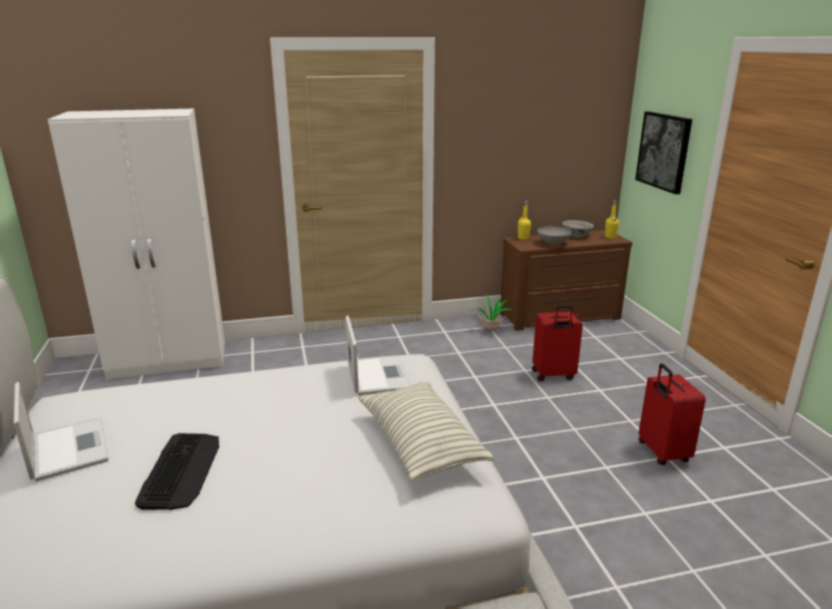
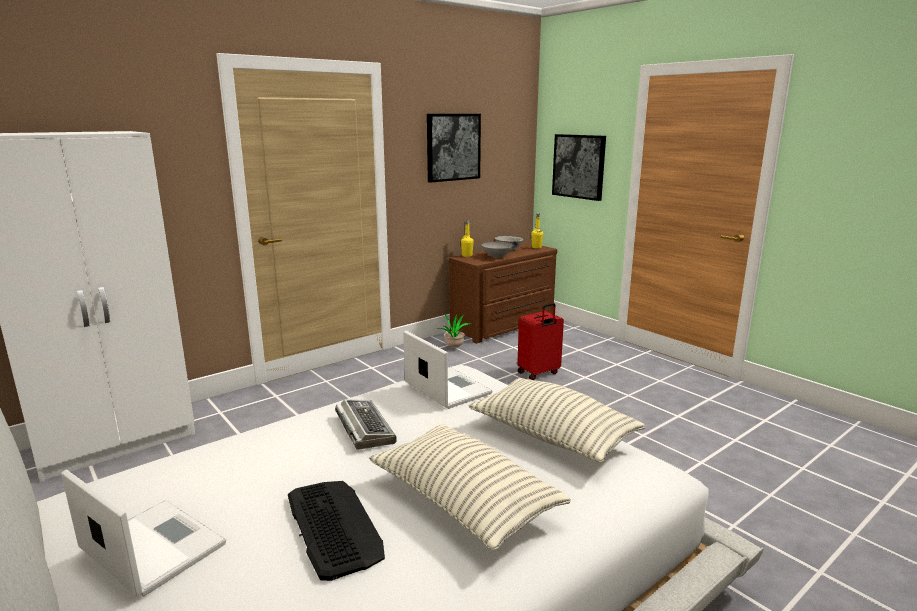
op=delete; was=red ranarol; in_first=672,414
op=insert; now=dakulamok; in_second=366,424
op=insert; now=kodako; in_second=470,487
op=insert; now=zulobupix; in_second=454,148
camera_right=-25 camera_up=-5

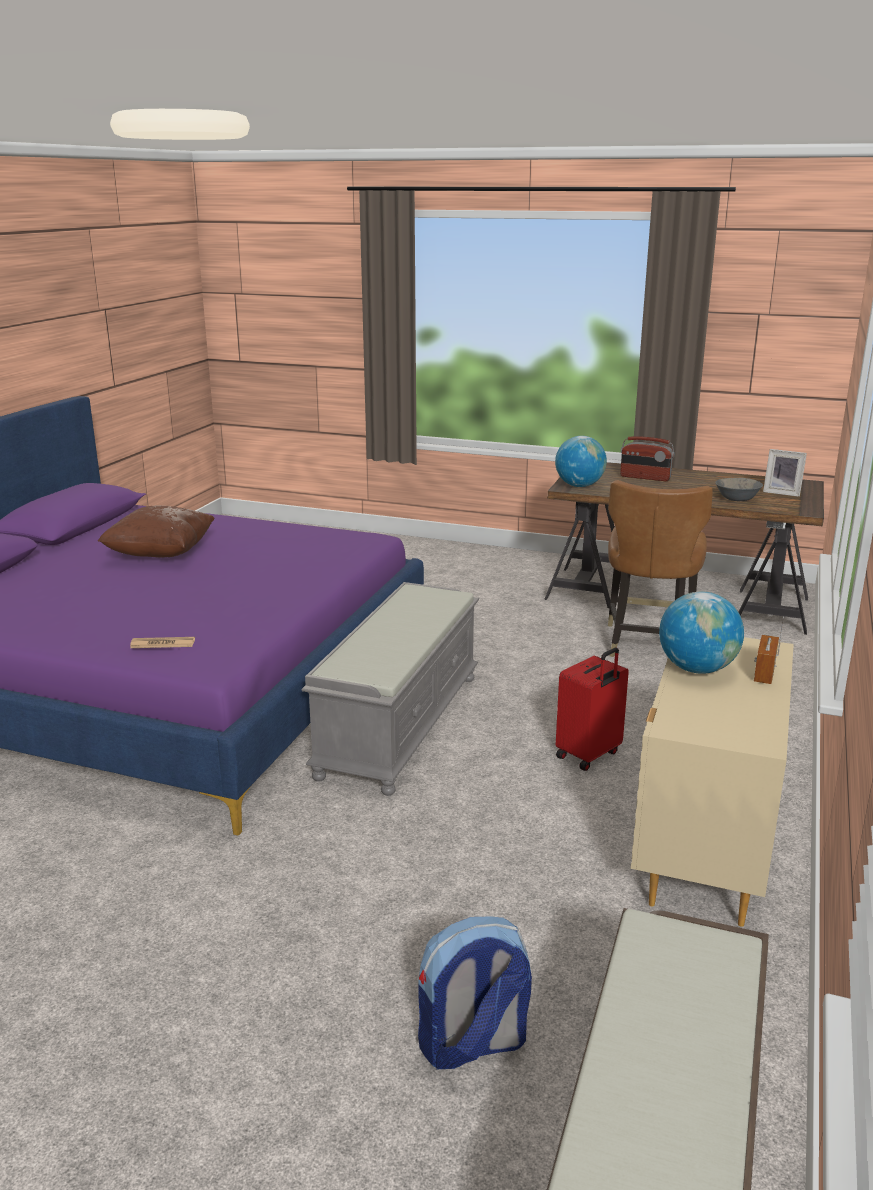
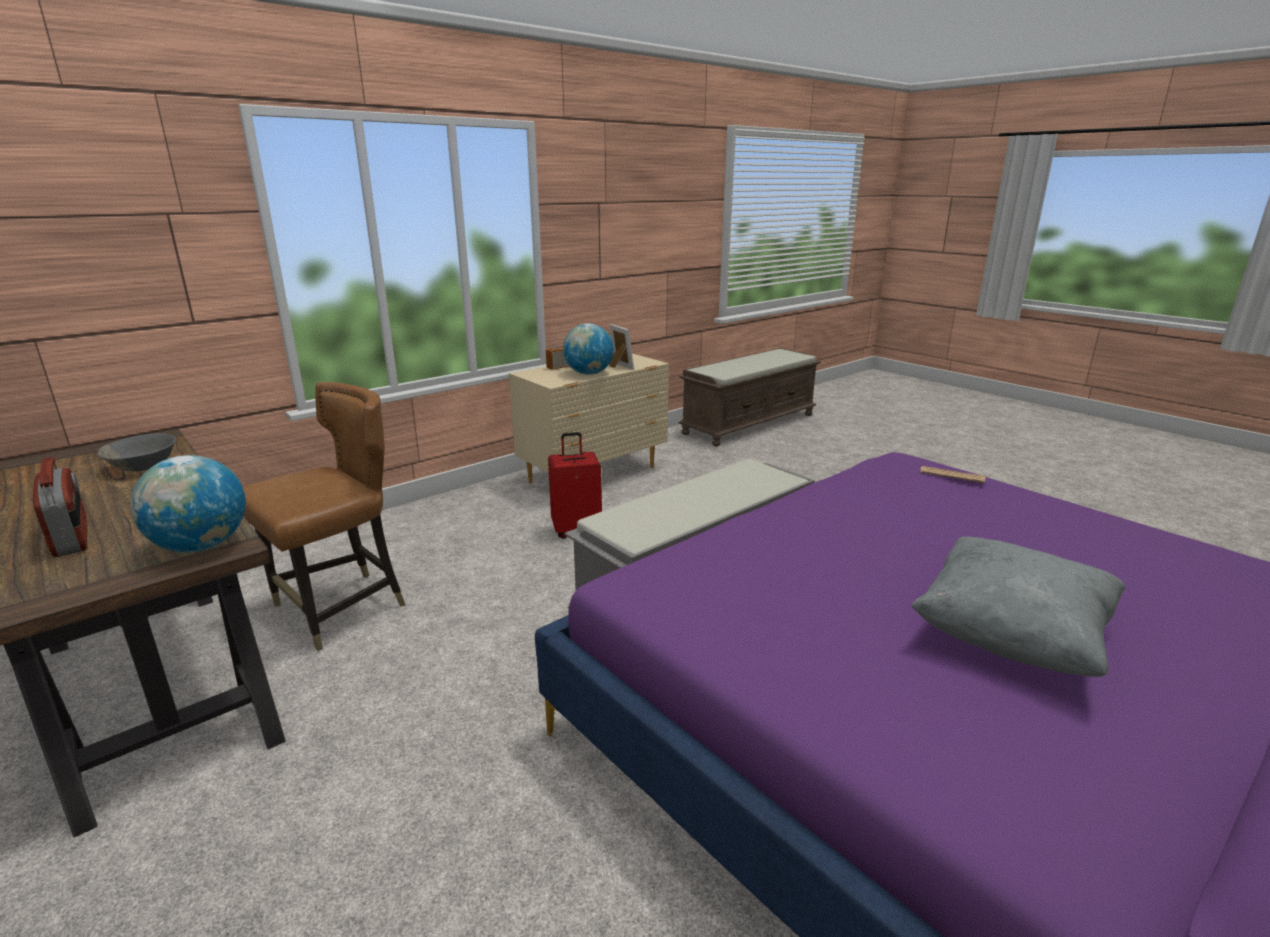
op=delete; was=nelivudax; in_first=475,992
op=move; was=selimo; in_first=785,473; in_second=621,346
op=recolor; was=brown kodako; now=grey kodako; in_first=156,531; in_second=1018,606
camera_right=-150 camera_up=0

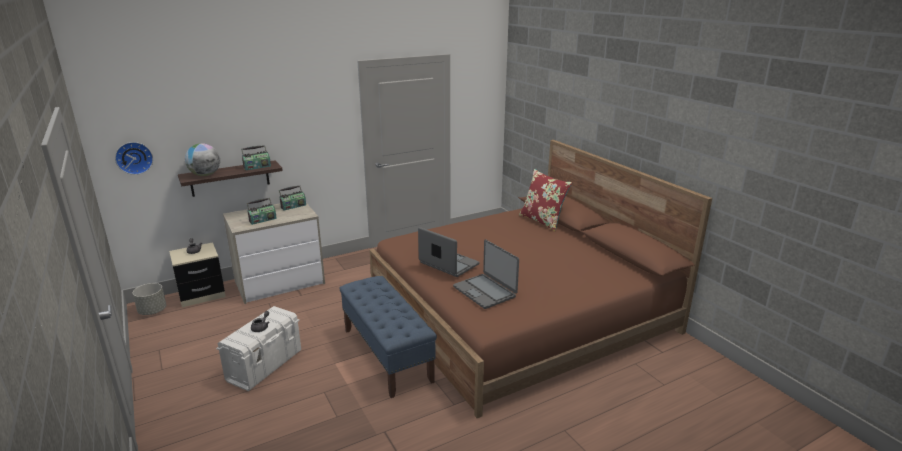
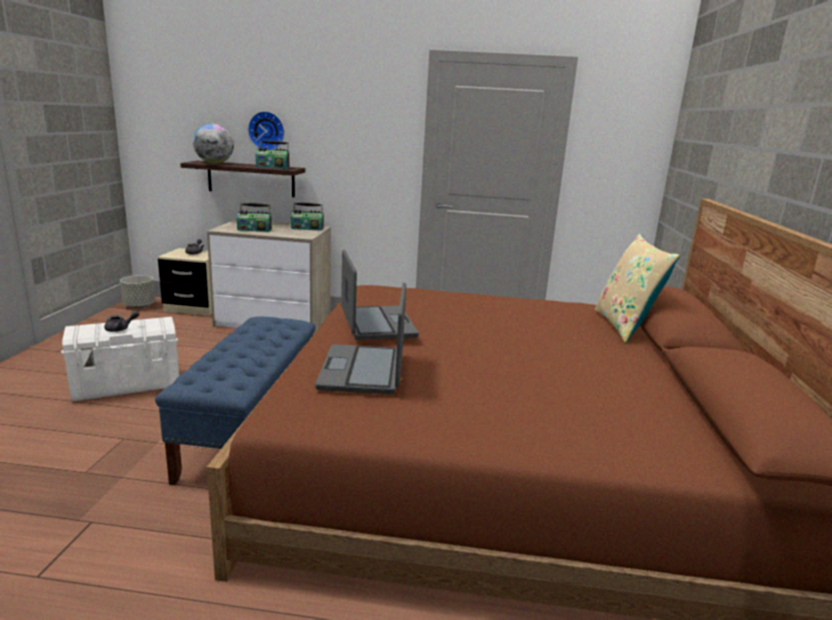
op=move; was=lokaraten; in_first=134,158; in_second=266,130
op=recolor; was=red kodako; now=beige kodako; in_first=545,200; in_second=637,288
camera_right=35 camera_up=-5

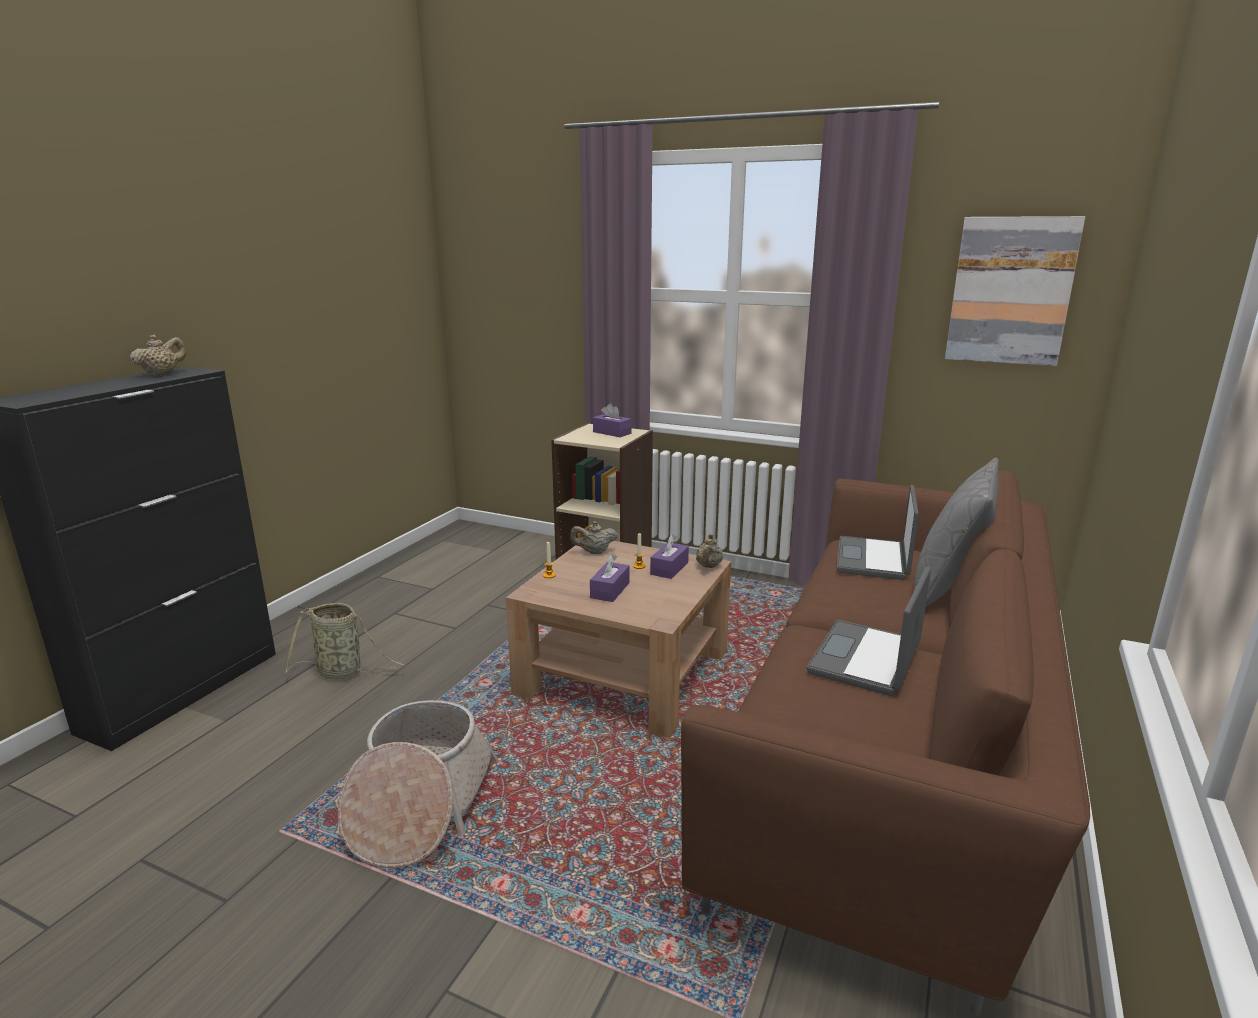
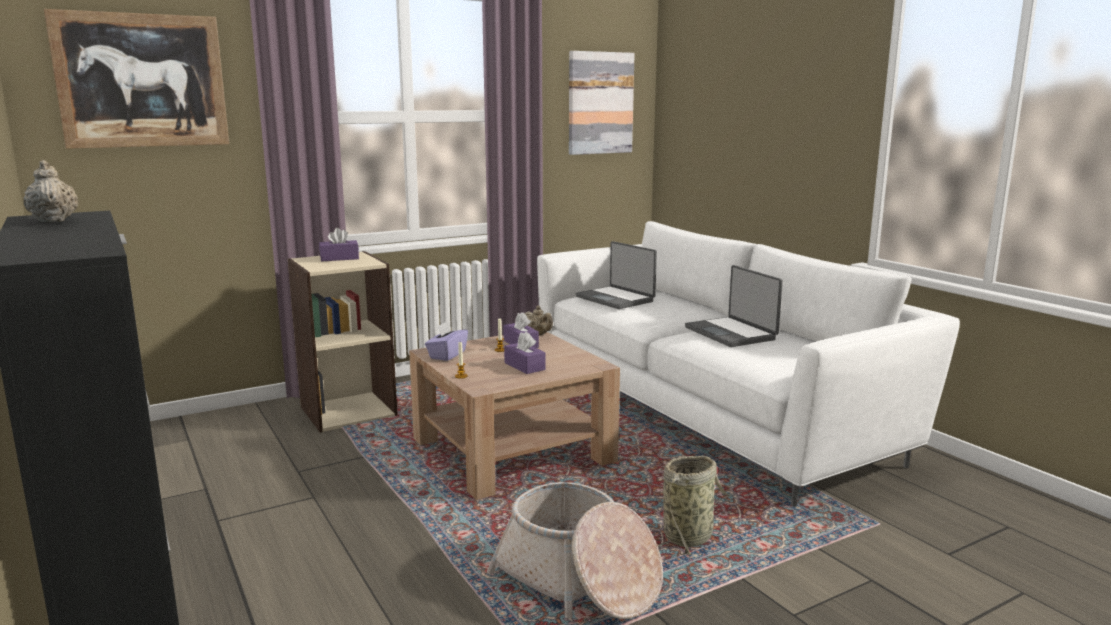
op=delete; was=grey kodako; in_first=956,533
op=insert; now=zulobupix; in_second=136,79
op=move; was=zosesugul; in_first=345,641; in_second=694,506
op=replace; was=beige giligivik; now=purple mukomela; in_first=594,537; in_second=446,341
op=recolor; was=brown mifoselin; now=white mifoselin; in_first=885,744; in_second=748,364
camera_right=-55 camera_up=-5

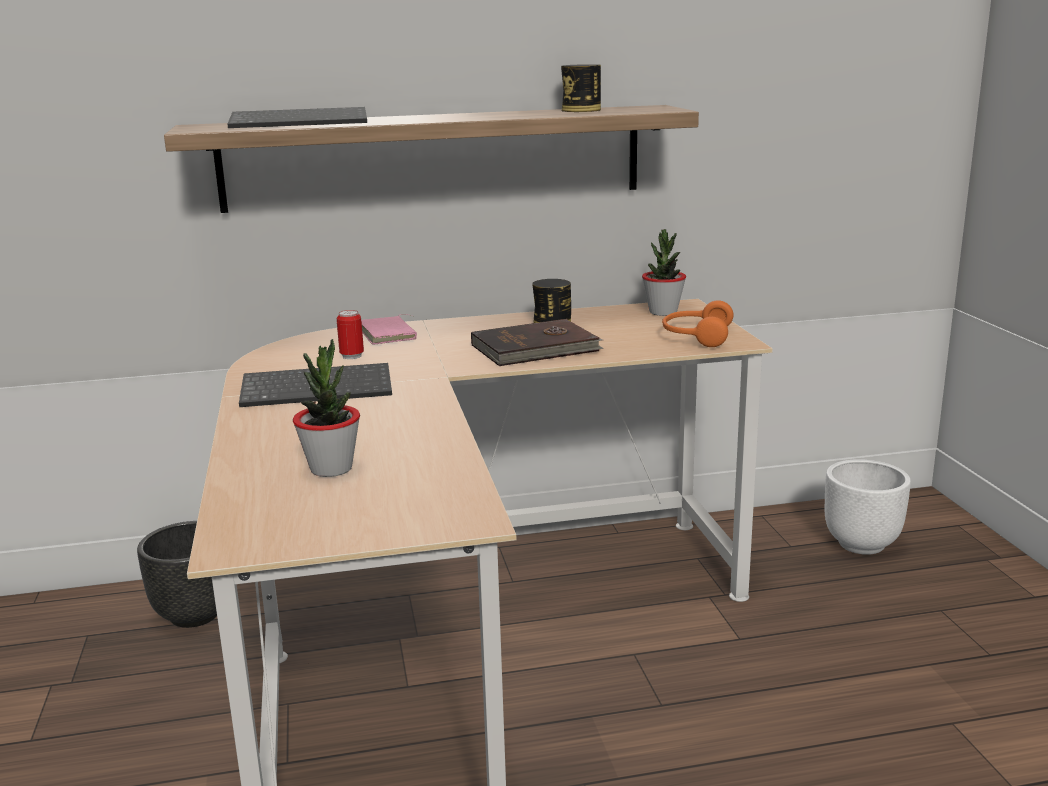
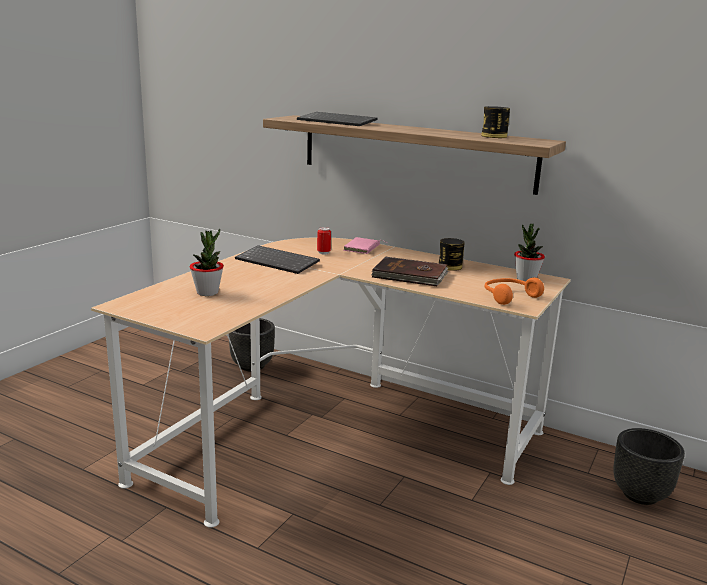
op=recolor; was=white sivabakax; now=black sivabakax; in_first=868,507; in_second=649,466
camera_right=40 camera_up=0

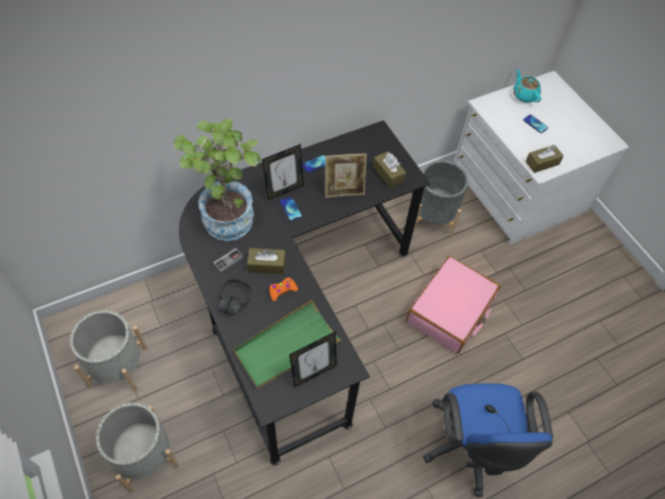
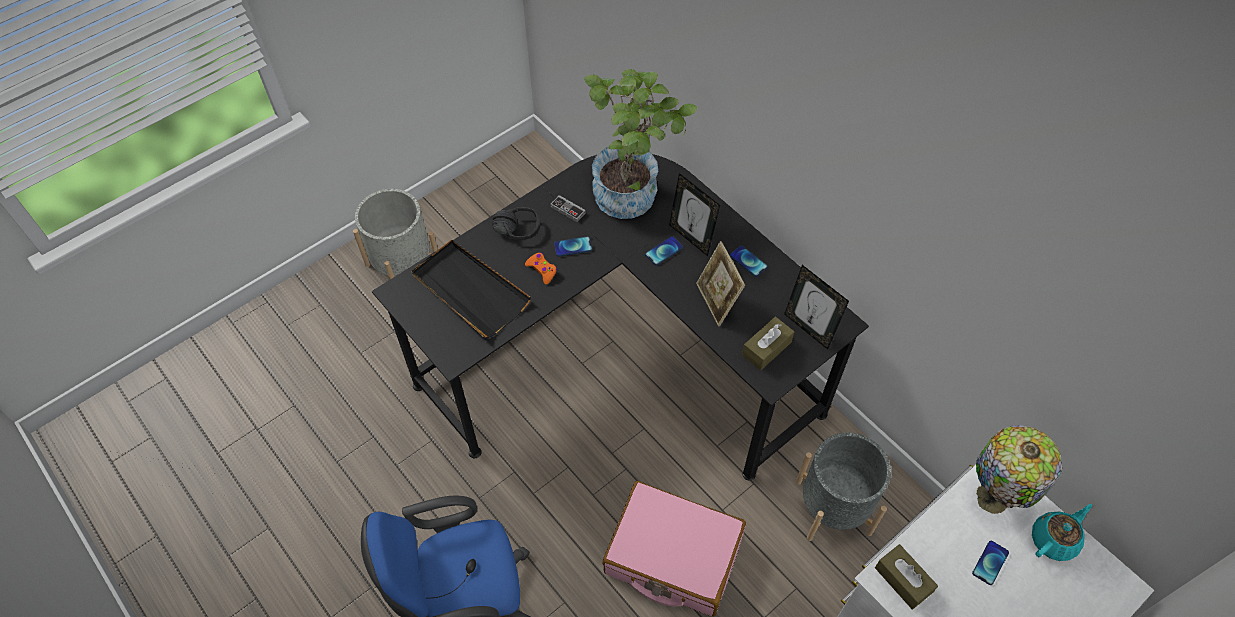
op=delete; was=grey sivabakax; in_first=108,350
op=insert; now=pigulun; in_second=1019,469
op=move; was=selimo; in_first=313,359; in_second=816,307
op=replace; was=brown mukomela; now=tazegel; in_first=266,261; in_second=573,246
op=recolor; was=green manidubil; now=black manidubil; in_first=287,344; in_second=471,289
camera_right=80 camera_up=0

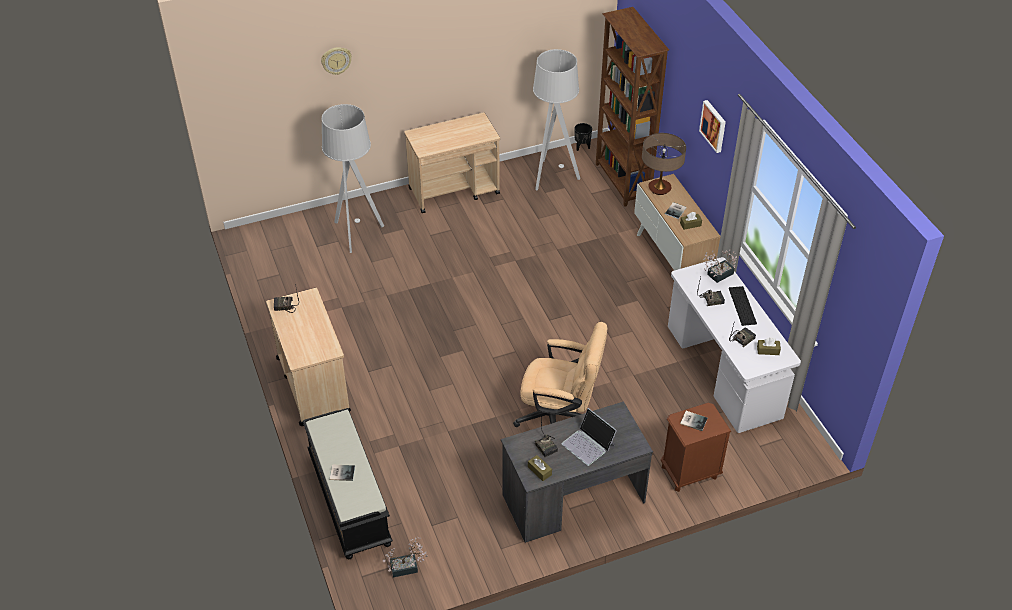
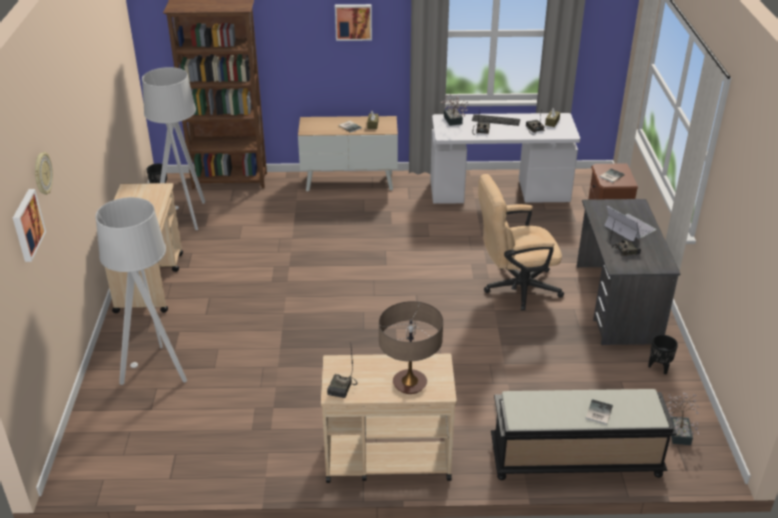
op=delete; was=brown mukomela; in_first=540,468
op=insert; now=zulobupix; in_second=29,225
op=insert; now=black sivabakax; in_second=663,354
op=move; was=pigulun; in_first=664,164; in_second=411,347
op=rotate; was=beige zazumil; in_first=560,374; in_second=521,242; clockwise=-135
op=rotate; was=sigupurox; in_first=589,437; in_second=630,223; clockwise=-105
camera_right=-70 camera_up=-10

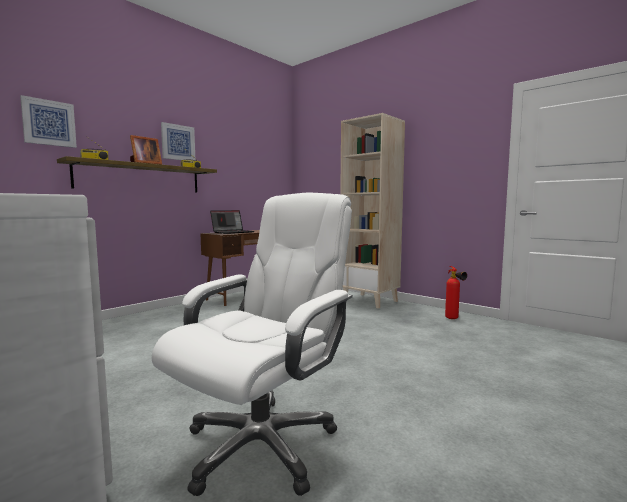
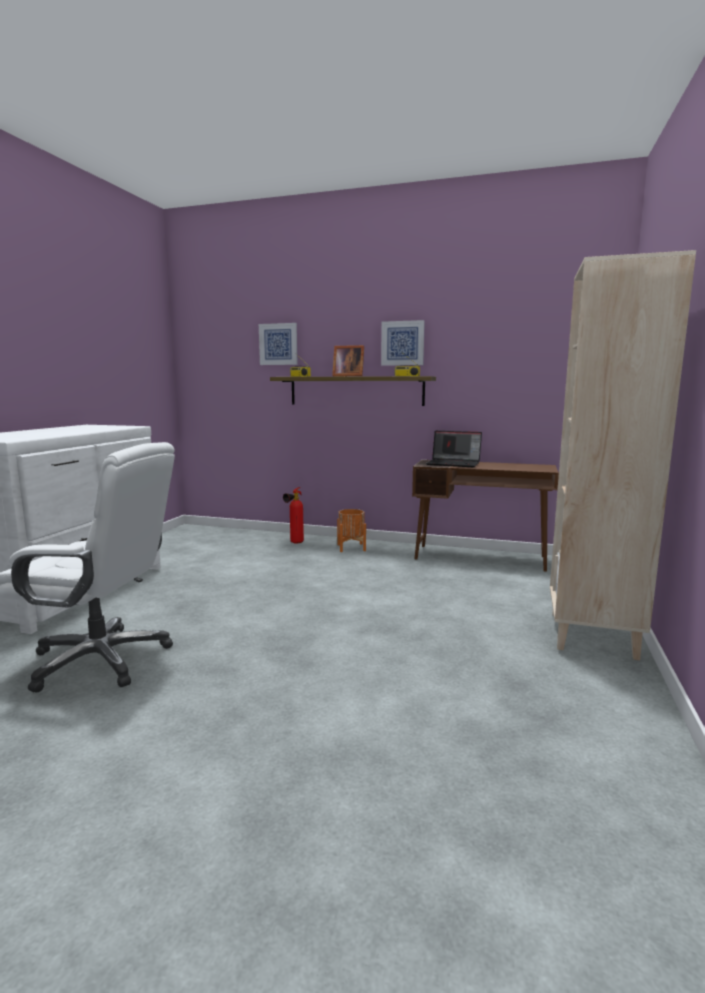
op=insert; now=orange sivabakax; in_second=351,530
op=move; was=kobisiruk; in_first=456,292; in_second=293,515
camera_right=65 camera_up=5

